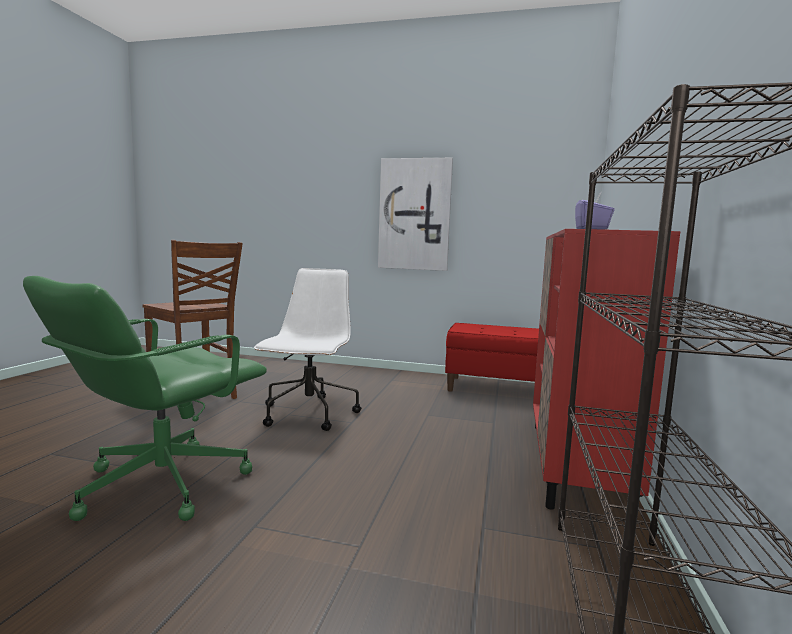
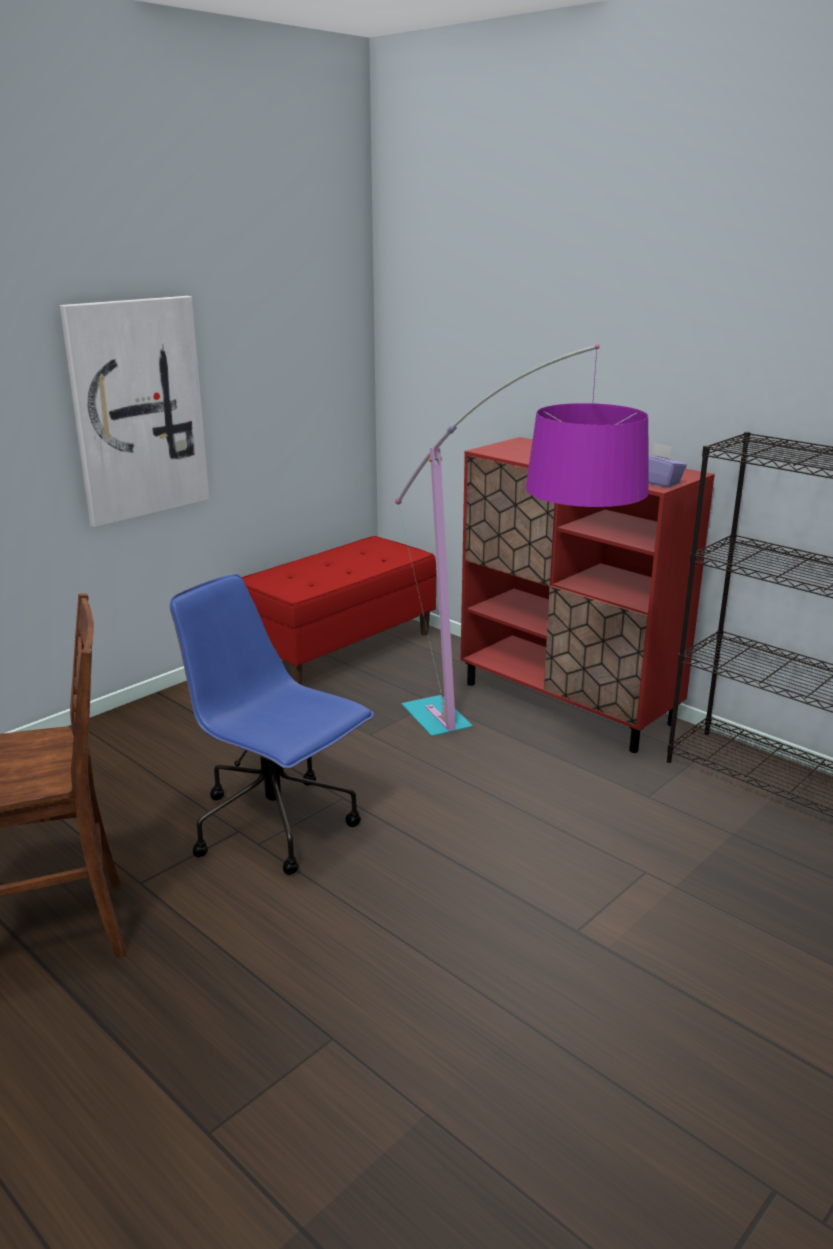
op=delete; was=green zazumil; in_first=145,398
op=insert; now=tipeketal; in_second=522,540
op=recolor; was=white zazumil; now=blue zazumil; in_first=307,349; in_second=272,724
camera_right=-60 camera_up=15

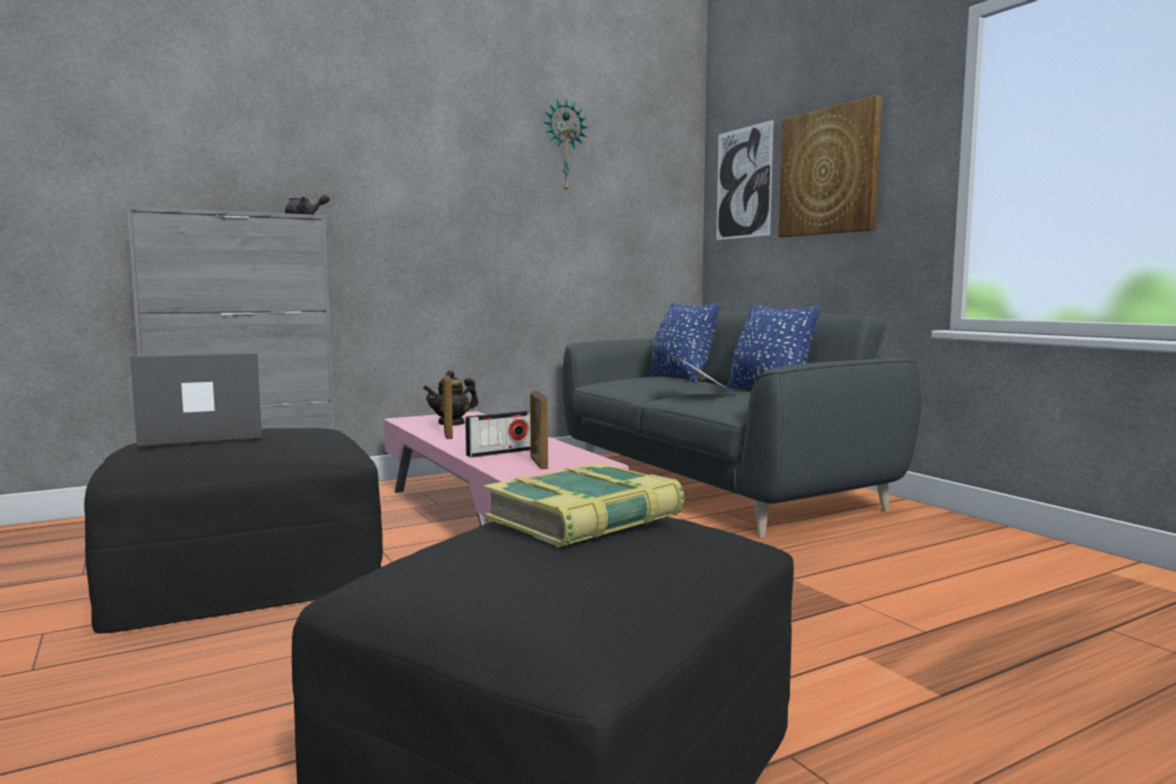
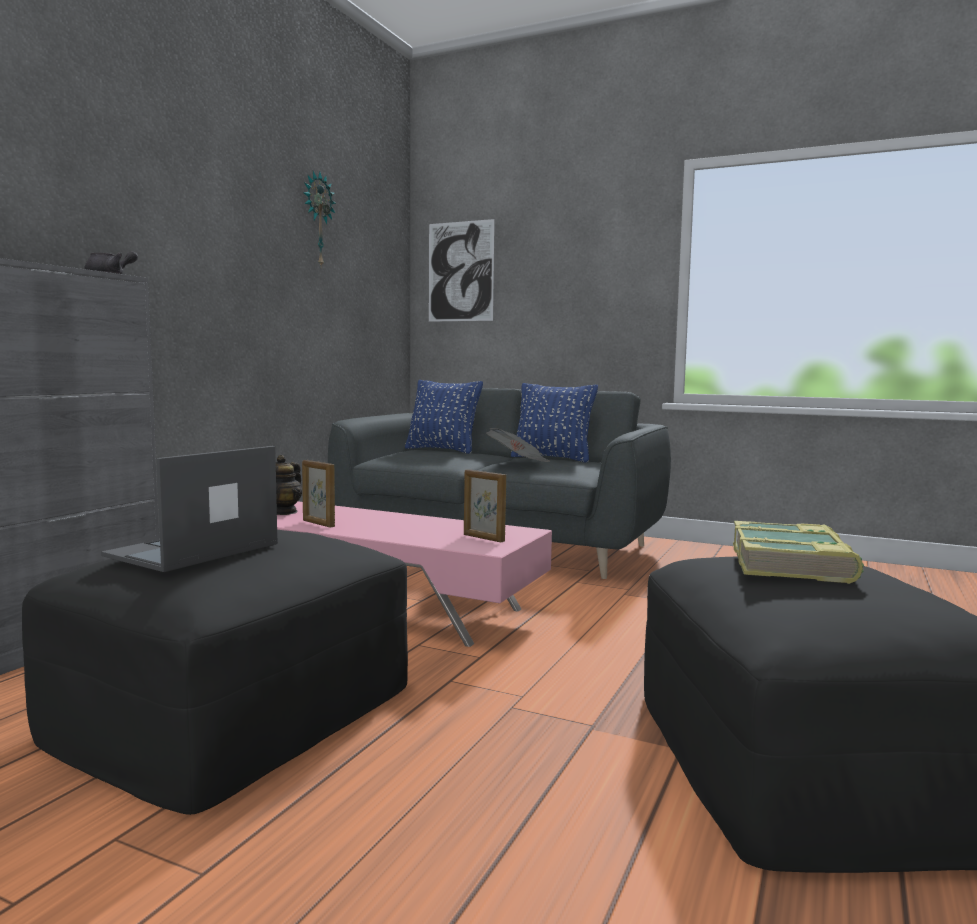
op=delete; was=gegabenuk; in_first=498,434
op=delete; was=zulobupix; in_first=830,166
camera_right=-35 camera_up=0

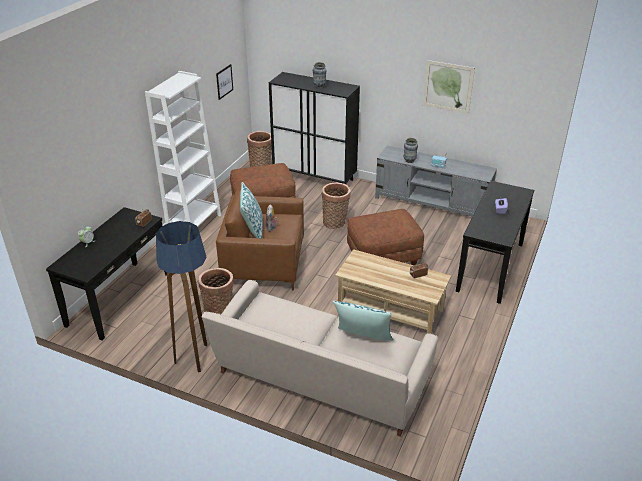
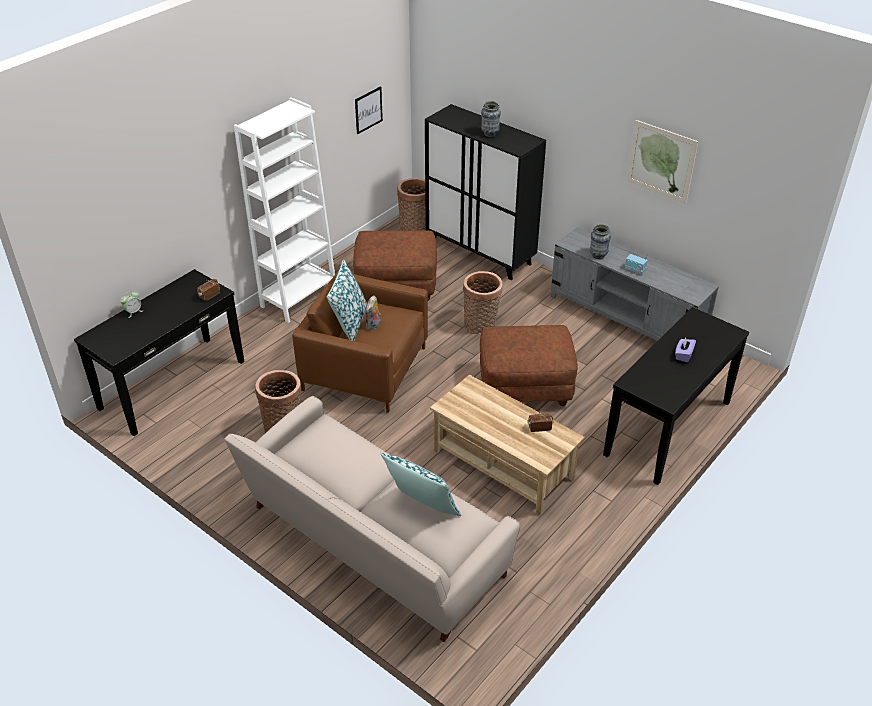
op=delete; was=tipeketal; in_first=181,296
camera_right=15 camera_up=5

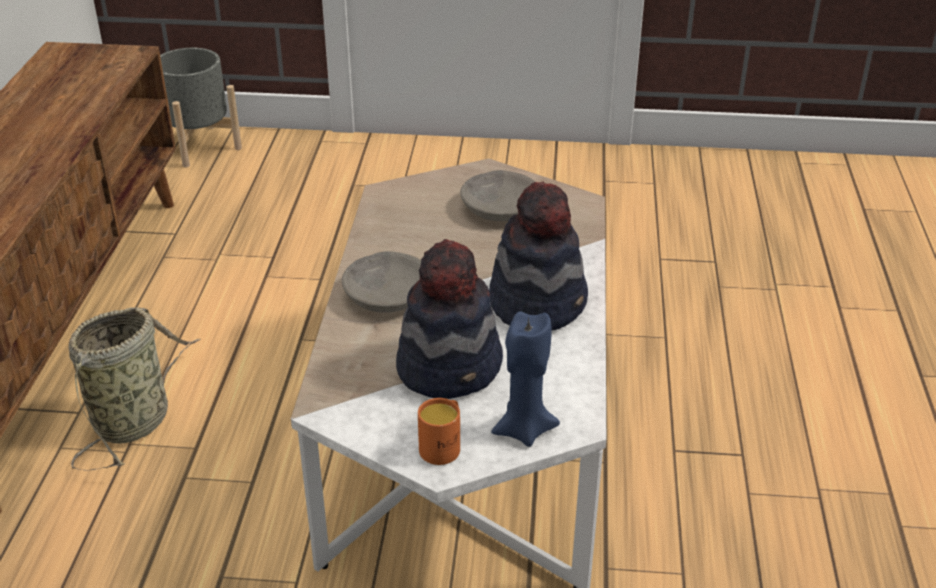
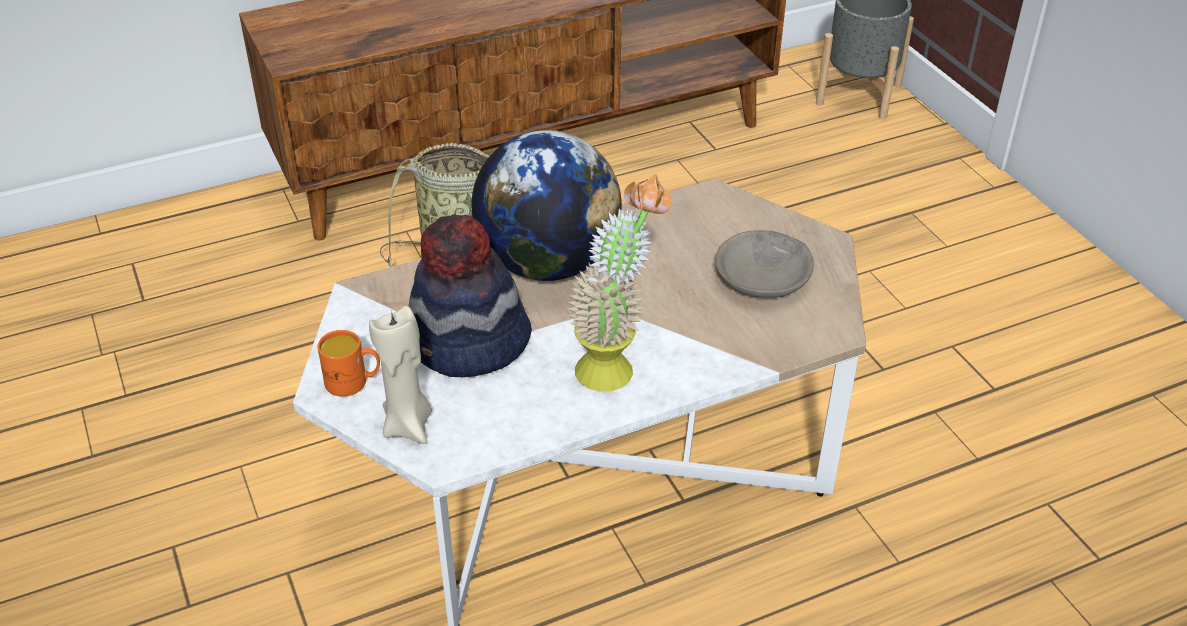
op=replace; was=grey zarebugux; now=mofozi; in_first=381,282; in_second=547,205
op=replace; was=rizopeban; now=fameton; in_first=538,256; in_second=620,283
op=recolor; was=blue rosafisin; now=beige rosafisin; in_first=525,379; in_second=400,375
camera_right=60 camera_up=5

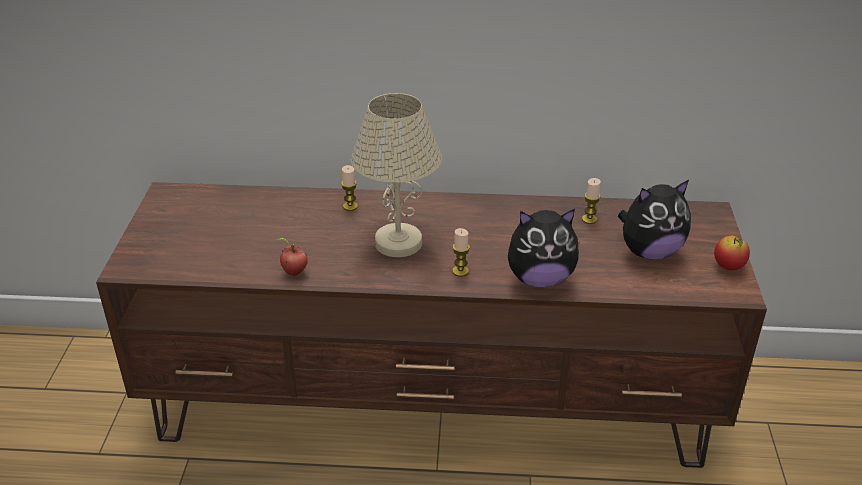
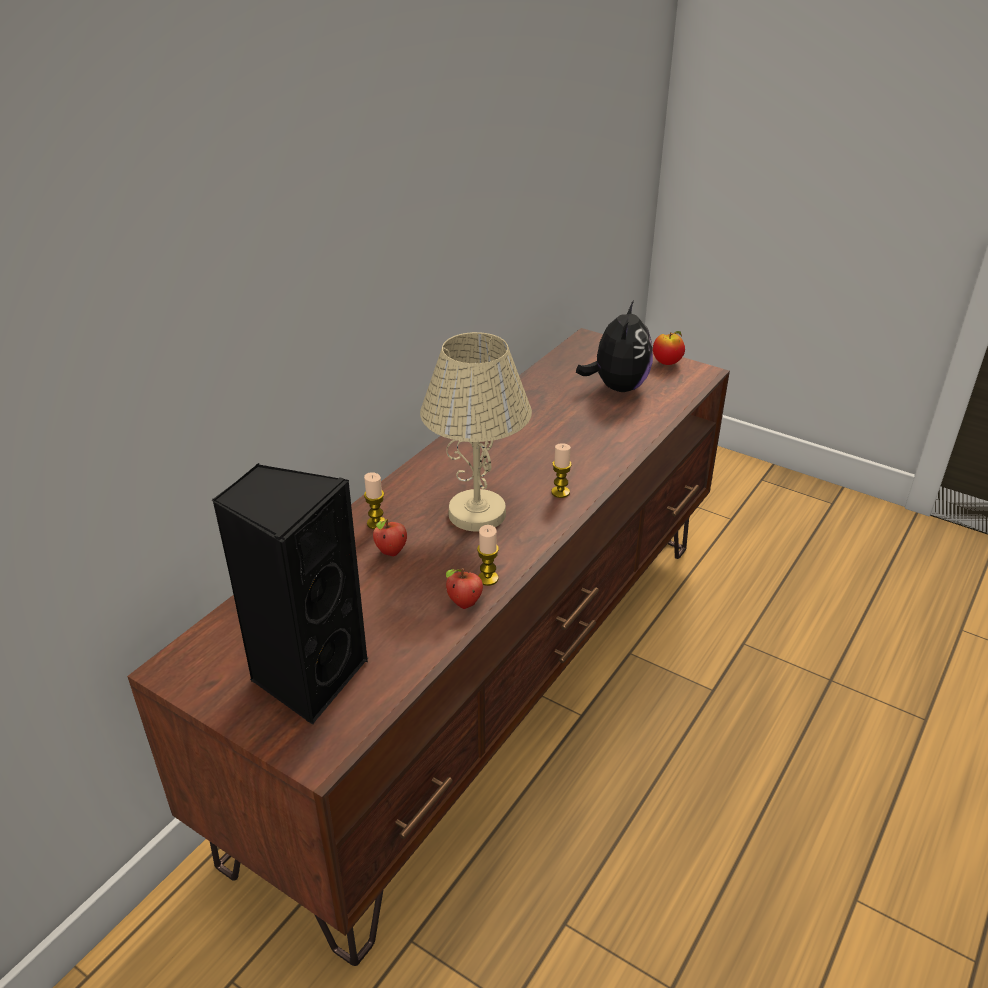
op=delete; was=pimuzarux; in_first=544,248
op=insert; now=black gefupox; in_second=289,594
op=insert; now=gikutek; in_second=390,538
op=move; was=rosafisin; in_first=591,201; in_second=488,555
camera_right=-60 camera_up=0

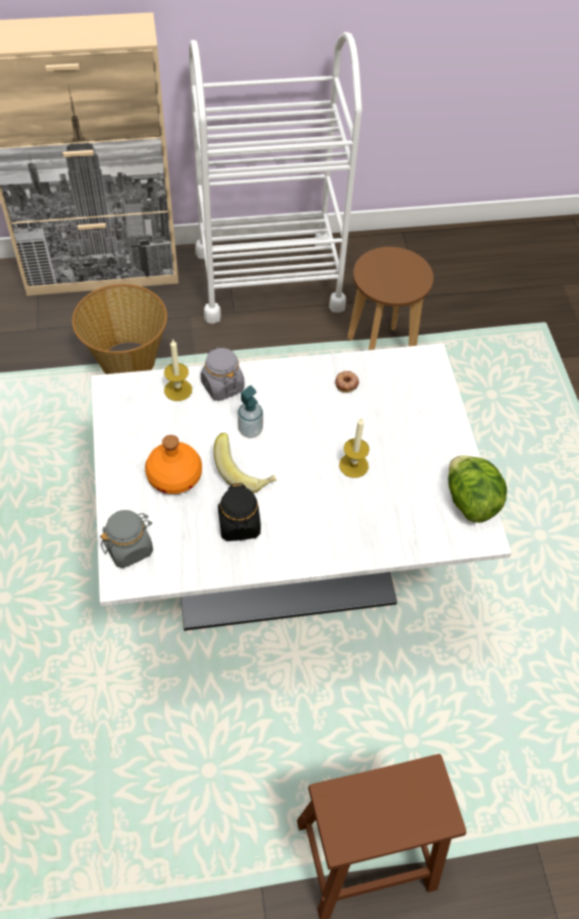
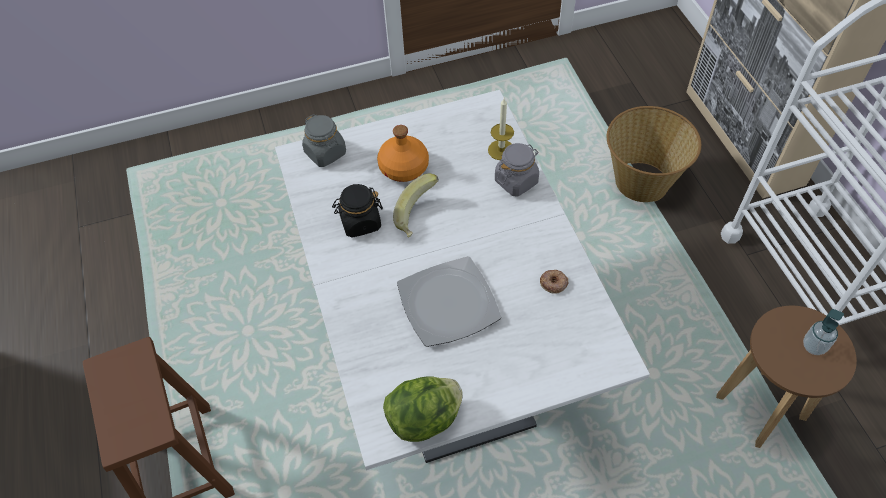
op=move; was=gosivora; in_first=250,411; in_second=823,332
op=replace; was=rosafisin; now=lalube; in_first=354,447; in_second=449,301
camera_right=85 camera_up=0

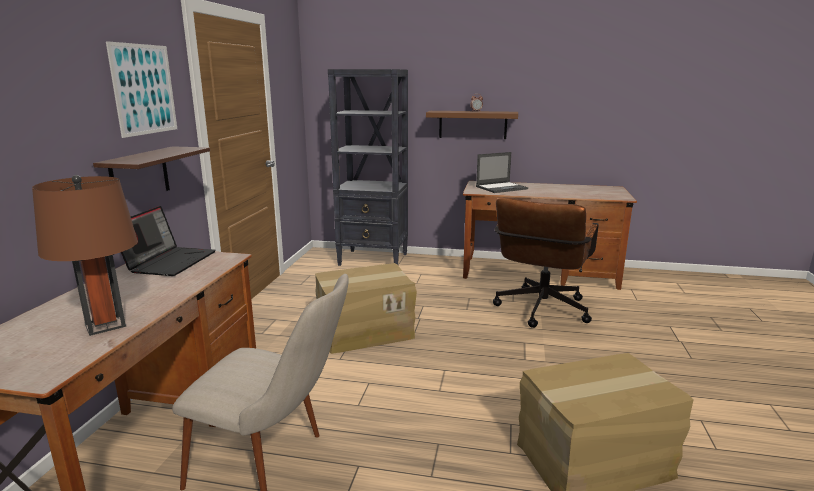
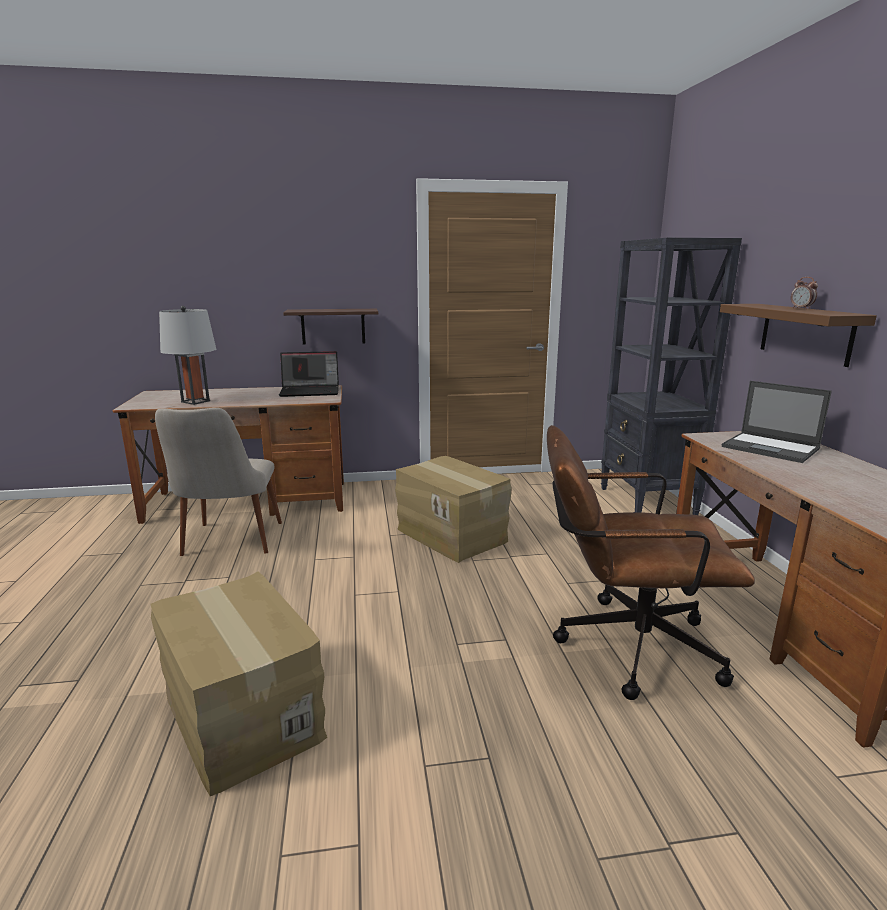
op=delete; was=zulobupix; in_first=141,89
op=recolor; was=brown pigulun; now=grey pigulun; in_first=85,255; in_second=187,355
camera_right=70 camera_up=0

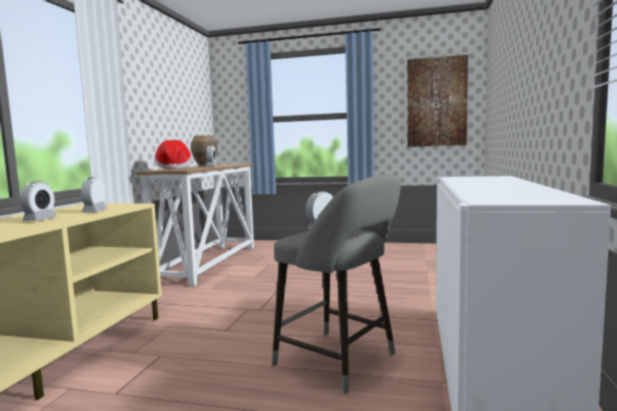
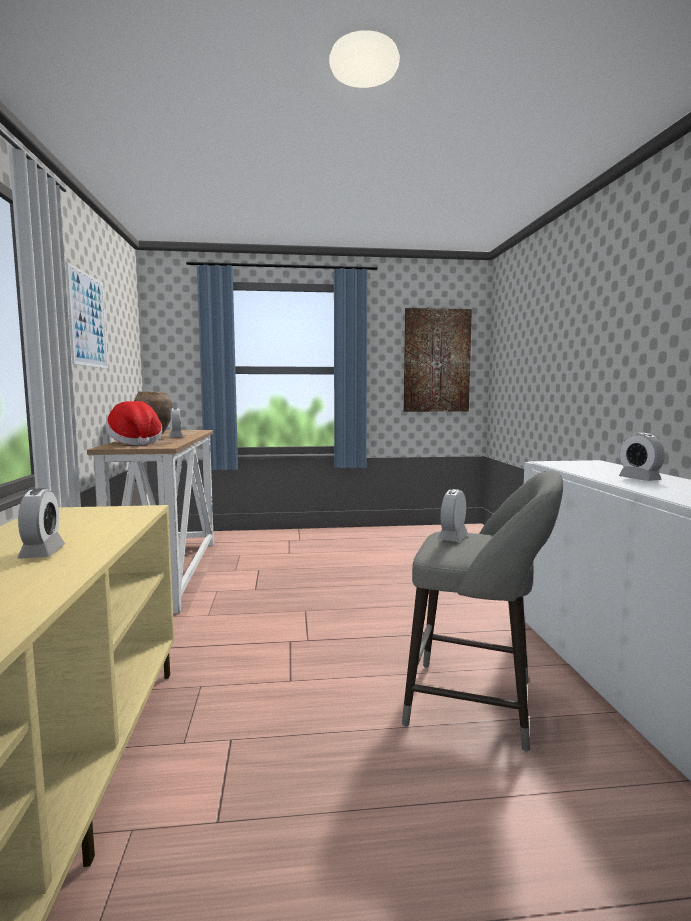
op=insert; now=zulobupix; in_second=86,315
op=move; was=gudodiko; in_first=94,195; in_second=642,457
camera_right=-20 camera_up=0

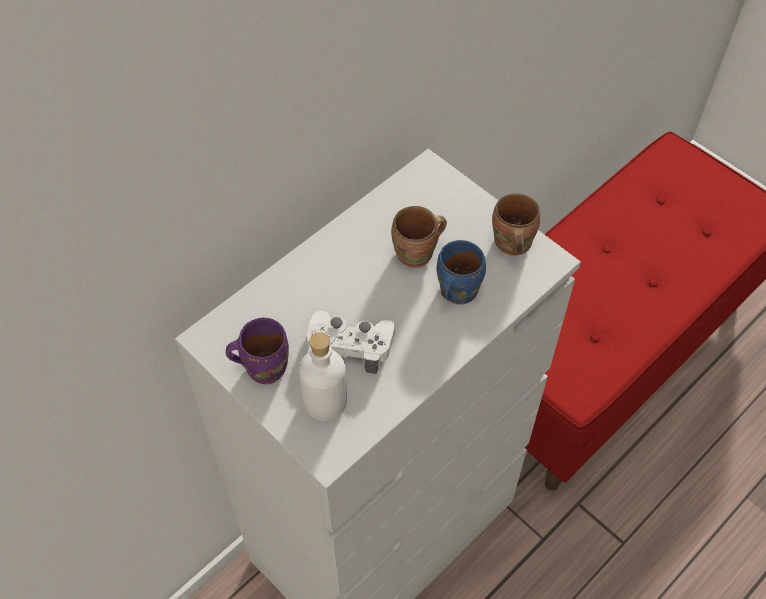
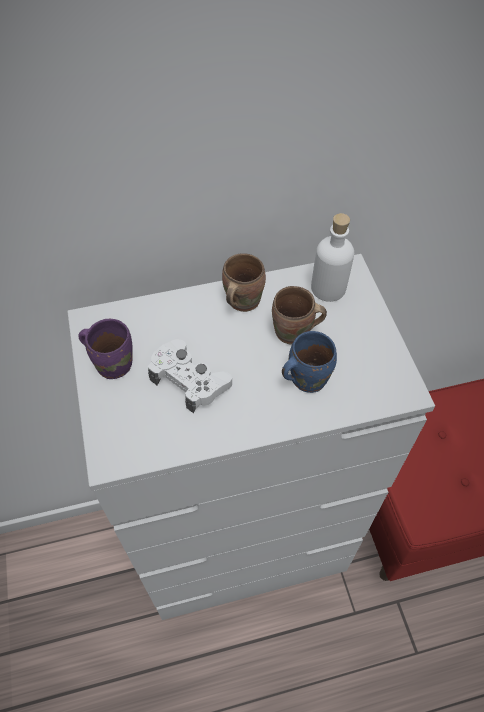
op=move; was=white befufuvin; in_first=323,376; in_second=332,257
op=move; was=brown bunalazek; in_first=516,224; in_second=244,282
camera_right=30 camera_up=0

